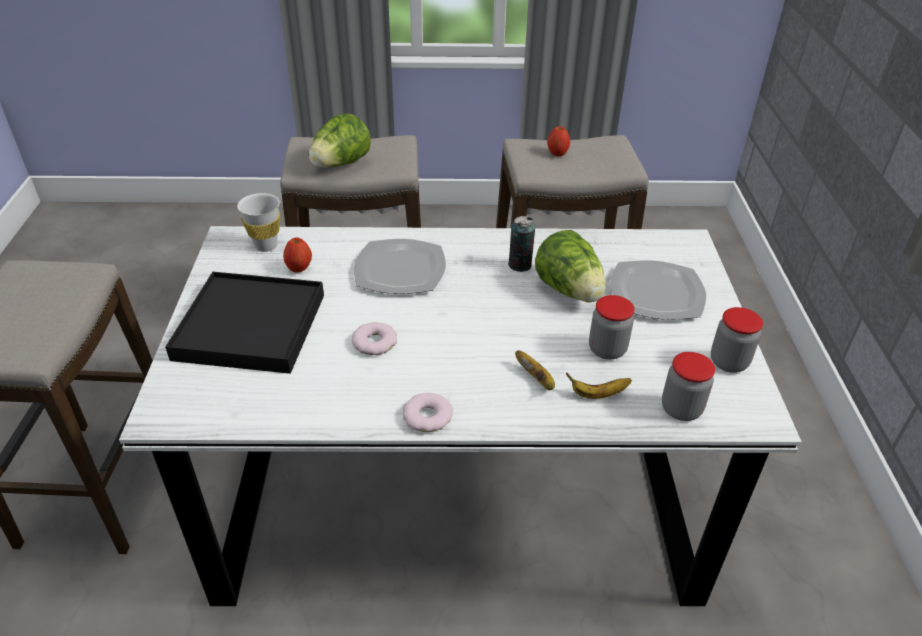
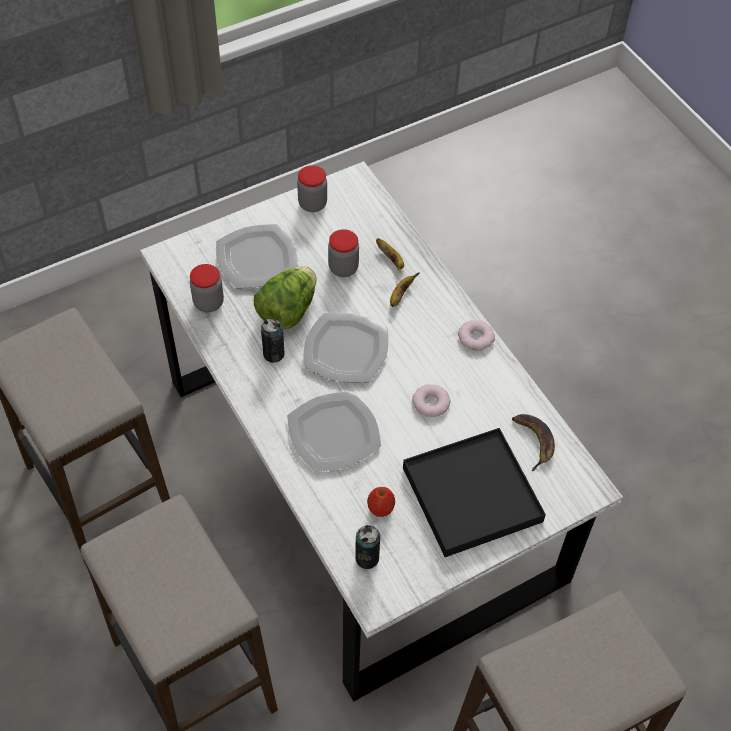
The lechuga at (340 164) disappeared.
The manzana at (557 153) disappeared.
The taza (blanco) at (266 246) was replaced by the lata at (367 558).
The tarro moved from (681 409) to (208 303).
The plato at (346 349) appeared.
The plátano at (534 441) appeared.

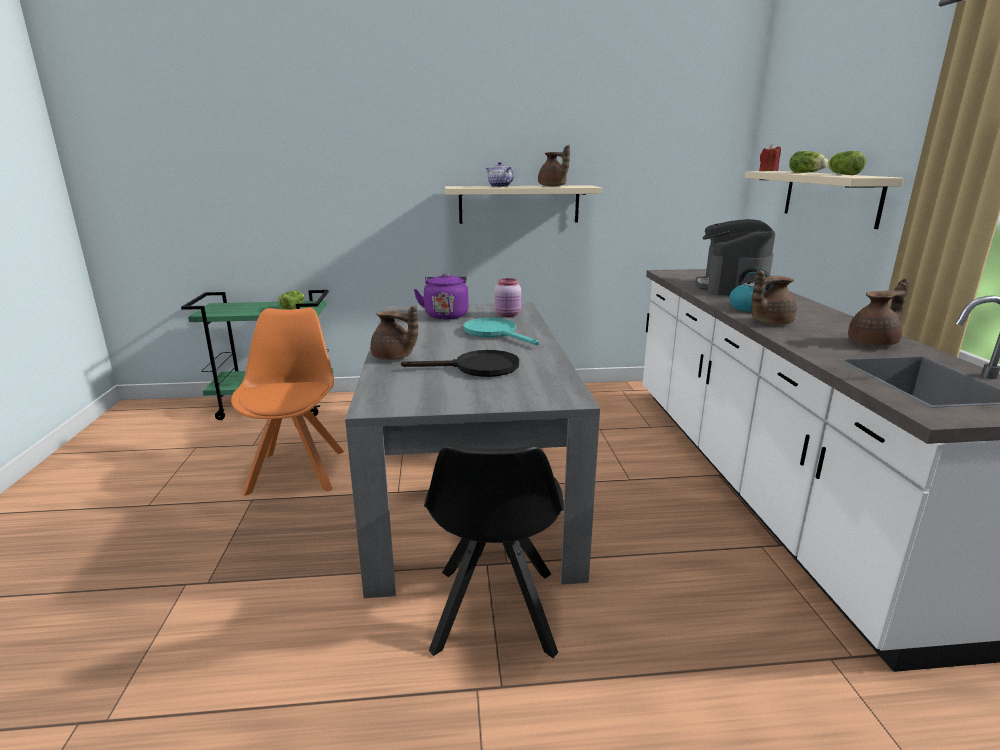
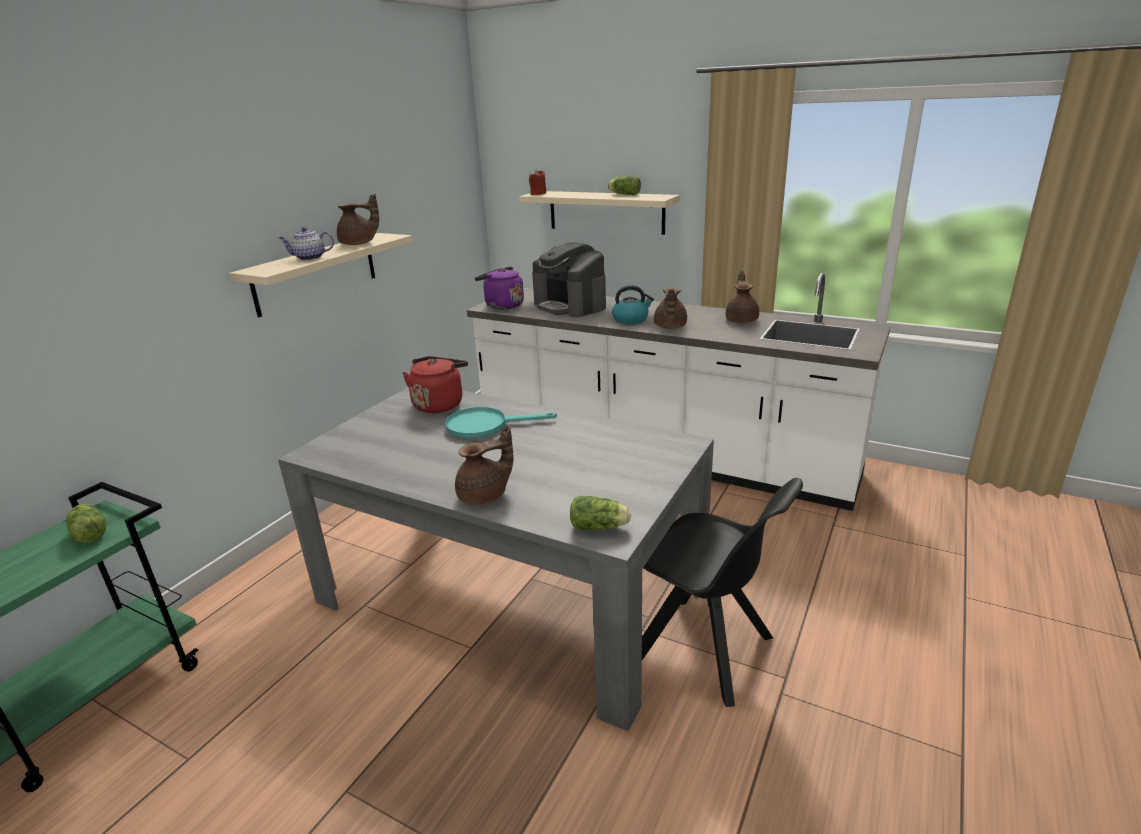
The lechuga moved from (807 172) to (600 527).
The hervidor (morado) moved from (446 315) to (502 306).
The tarro (rosa) at (508 315) was replaced by the hervidor (rojo) at (439 404).
The silla (naranja) at (297 470) disappeared.
The sartén (negro) at (477 368) disappeared.

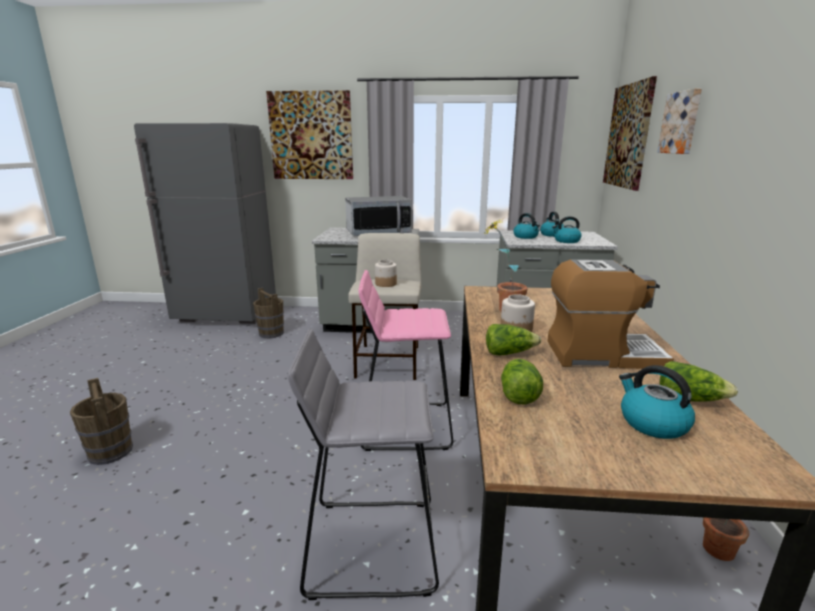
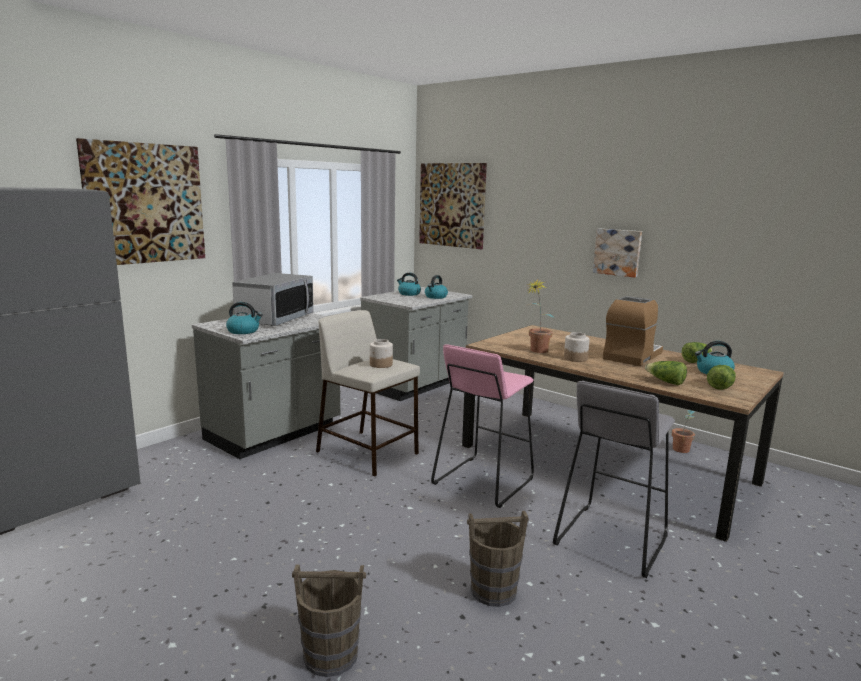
The cuadro moved from (681 123) to (617 252).
The hervidor moved from (526 237) to (244 331).
The cubo (marrón) moved from (271 333) to (493 591).
The lechuga moved from (509 353) to (720 386).

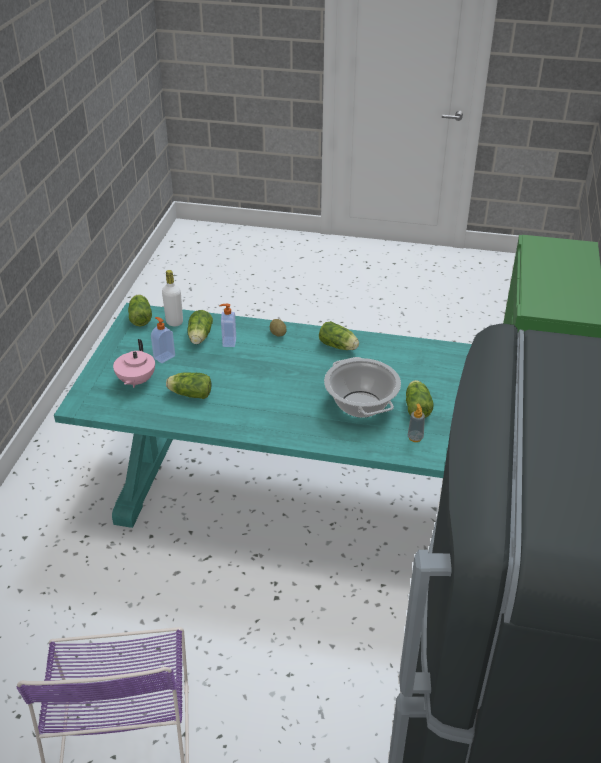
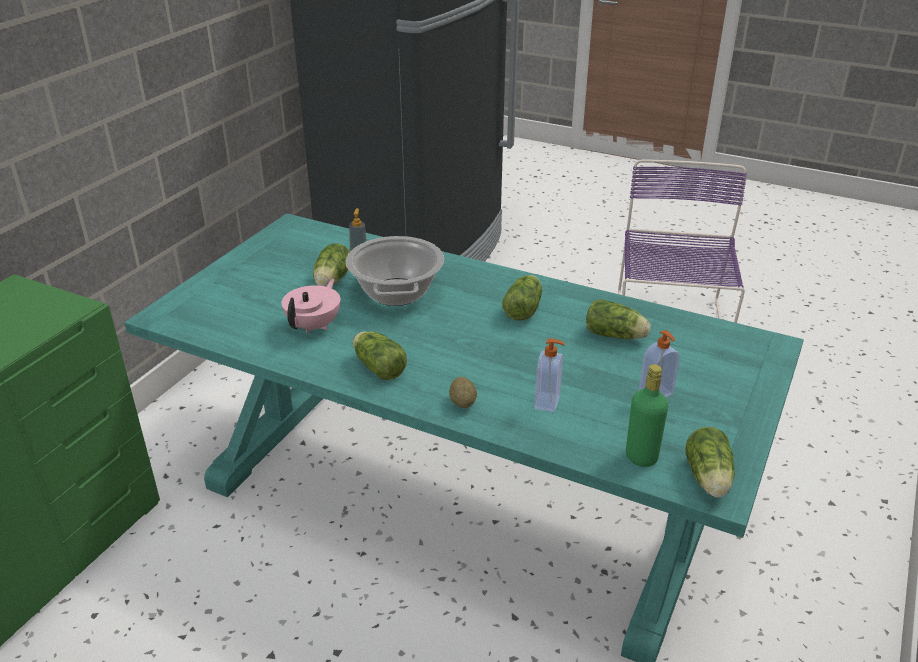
The botella (blanco) at (174 322) became the botella (verde) at (641 457).
The lechuga moved from (199 337) to (524 308).
The tetera (rosa) moved from (136 381) to (314 325).

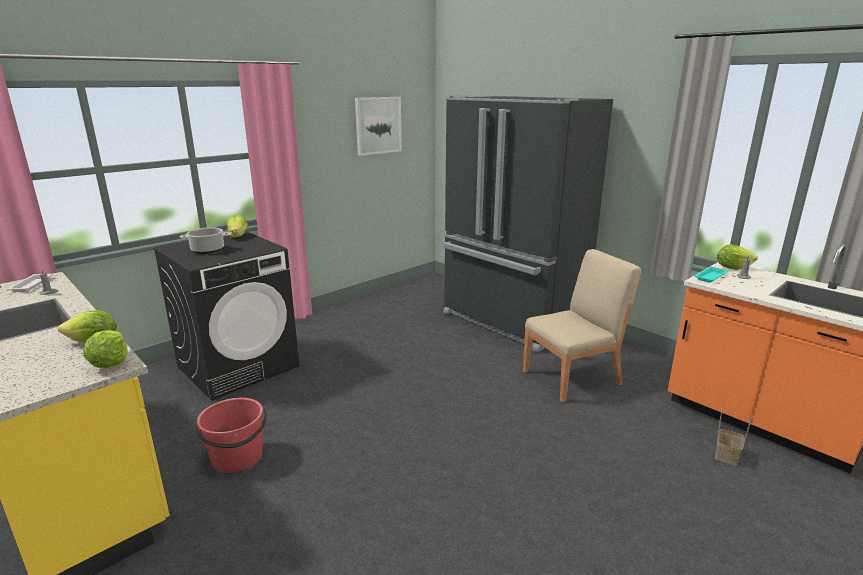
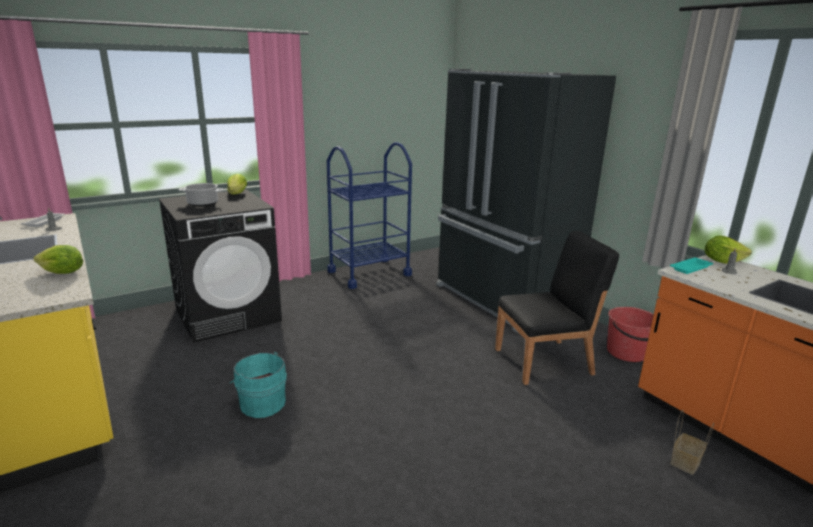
The cuadro at (378 125) disappeared.
The silla (beis) at (572 377) became the silla (negro) at (544 361).
The lechuga at (110 363) disappeared.
The cubo (rojo) moved from (237 457) to (627 352).
The carrito (azul) at (369 273) appeared.
The cubo (turquesa) at (261 403) appeared.

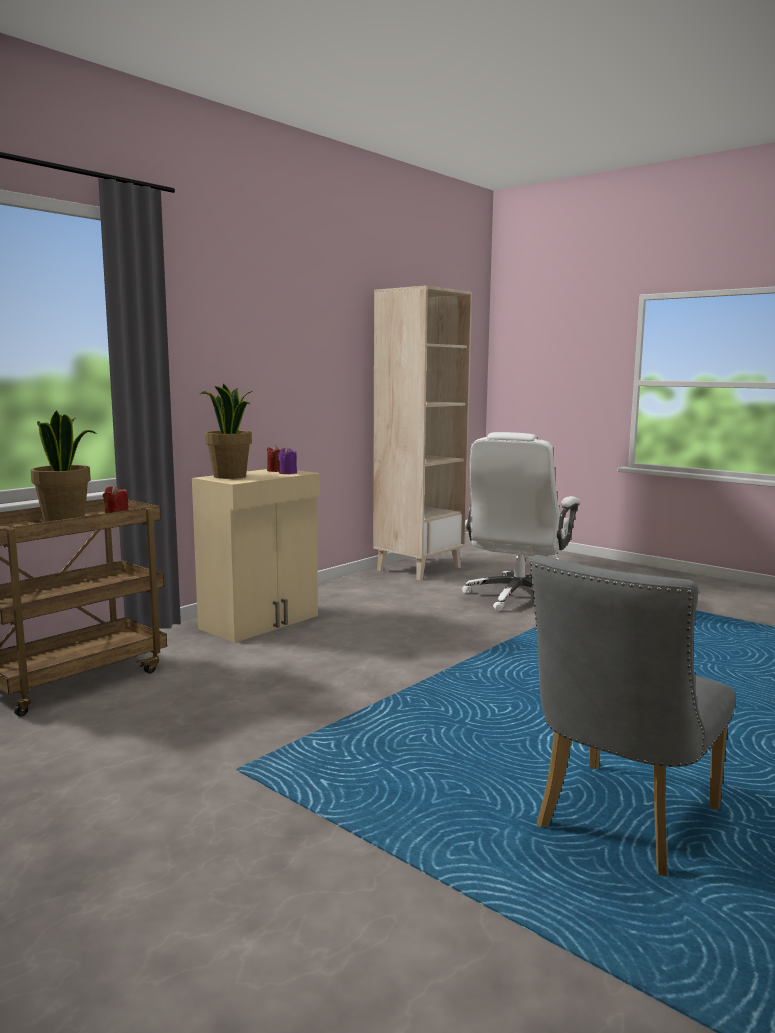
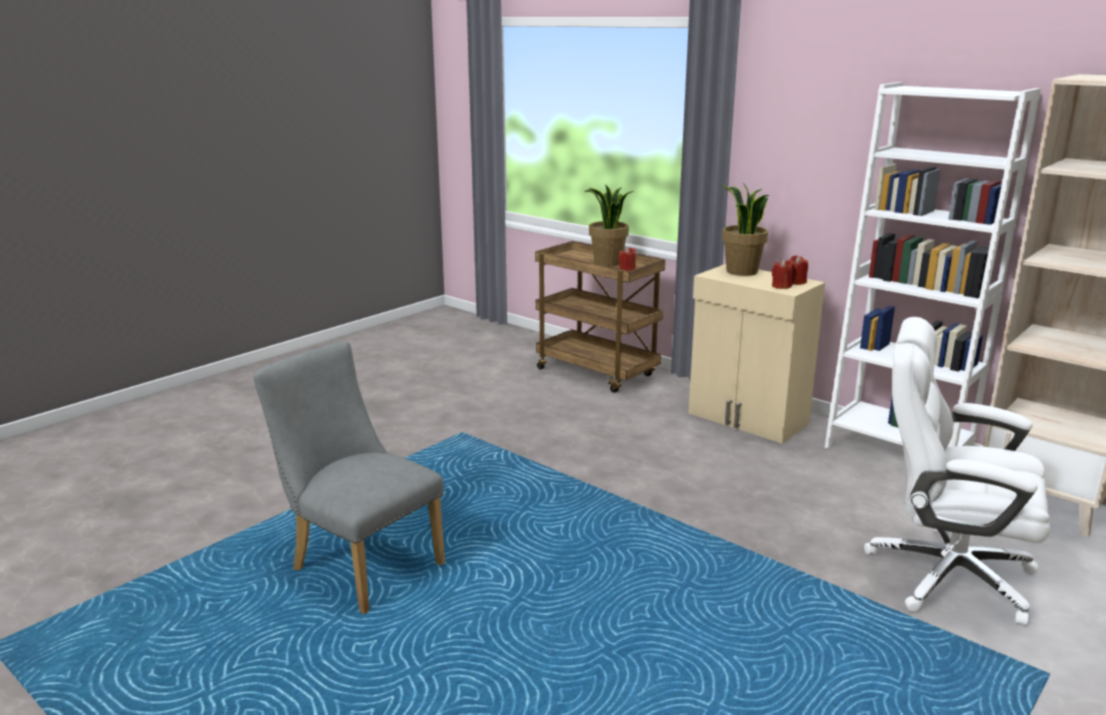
The vela (morado) at (287 473) became the vela (rojo) at (781 286).
The estantería (blanco) at (897 453) appeared.

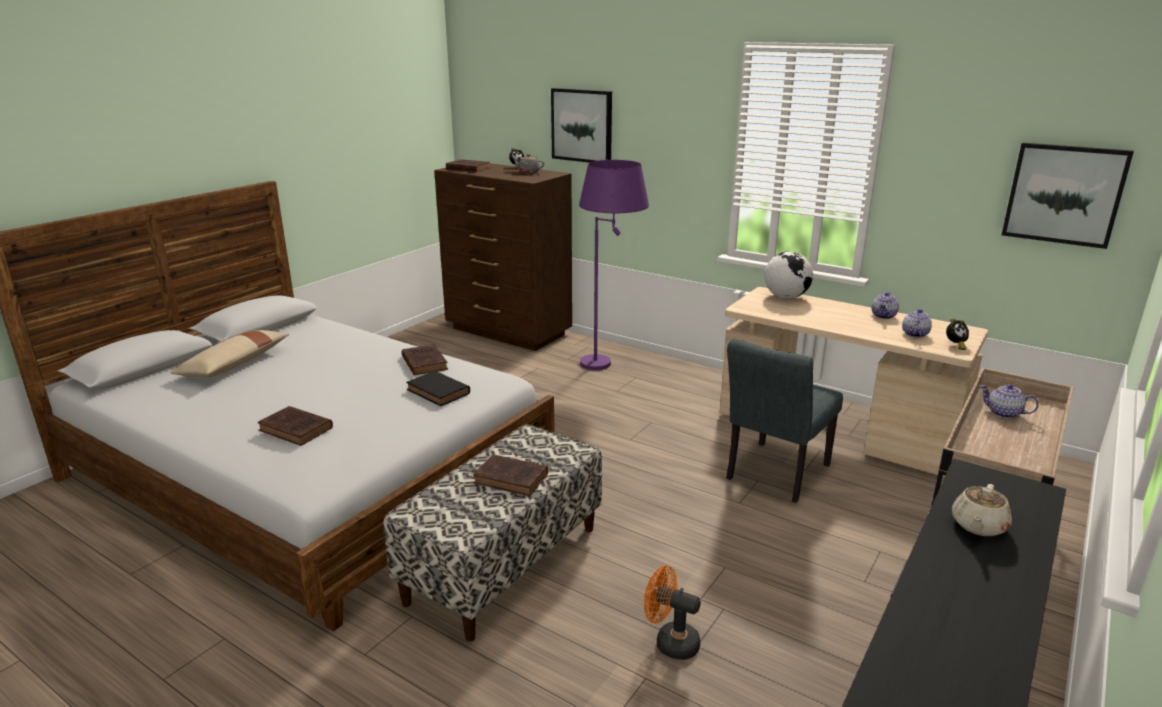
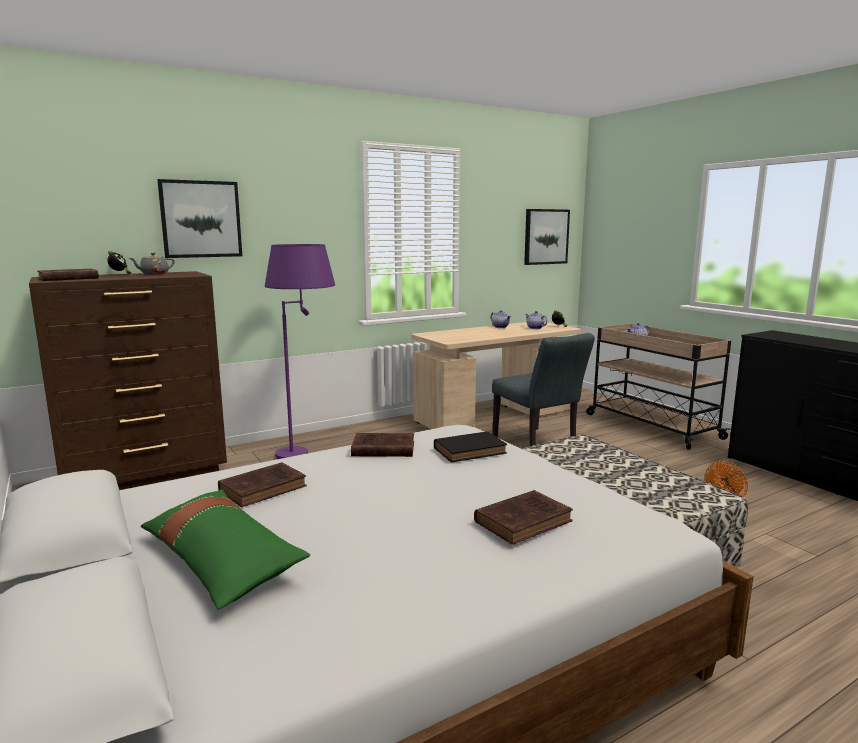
The globo terráqueo at (785 297) disappeared.
The cojín (beis) at (235 364) became the cojín (verde) at (221 561).
The libro (marrón) moved from (513 479) to (265 488).
The tetera (beis) at (978 526) disappeared.

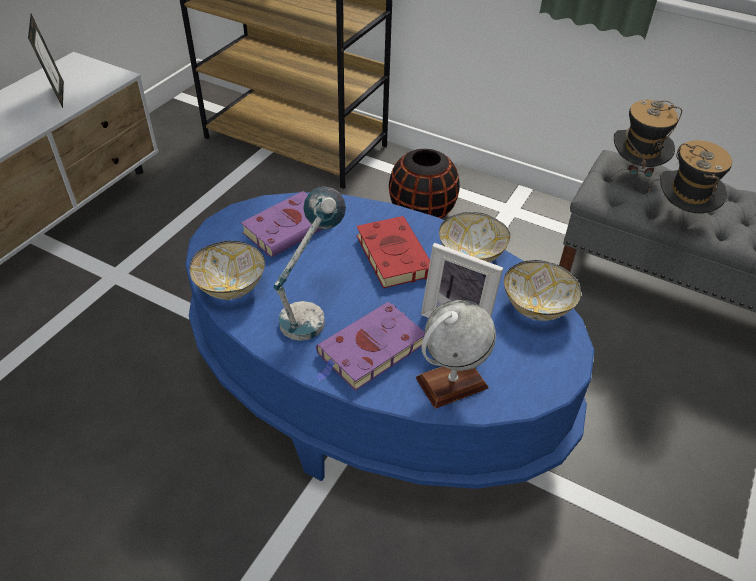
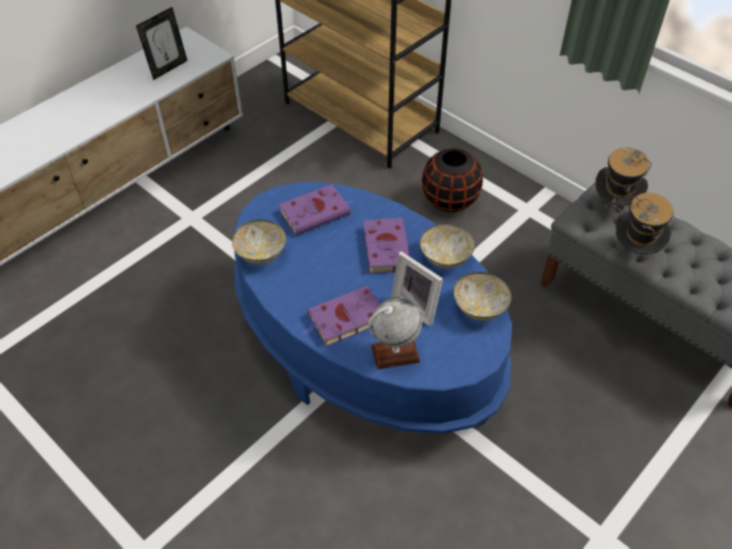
The portarretratos at (58 95) turned 45 degrees clockwise.
The lámpara de mesa at (312 310) disappeared.
The libro (rojo) at (392 254) became the libro (morado) at (385 247).

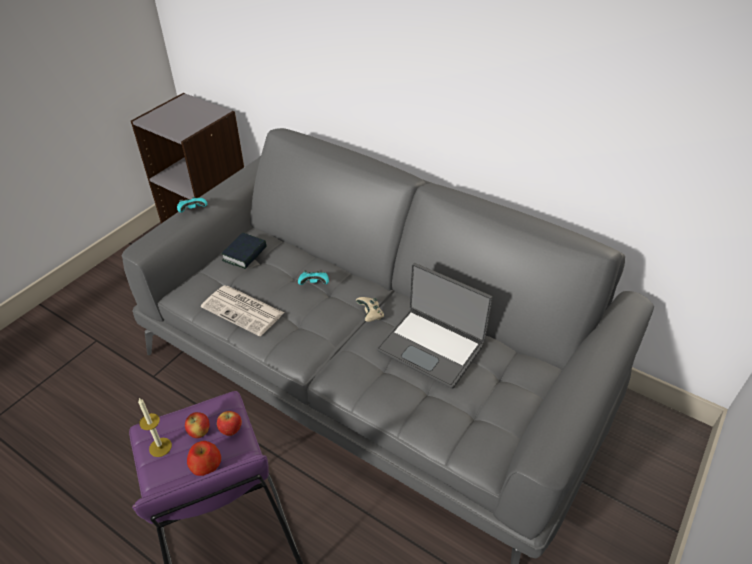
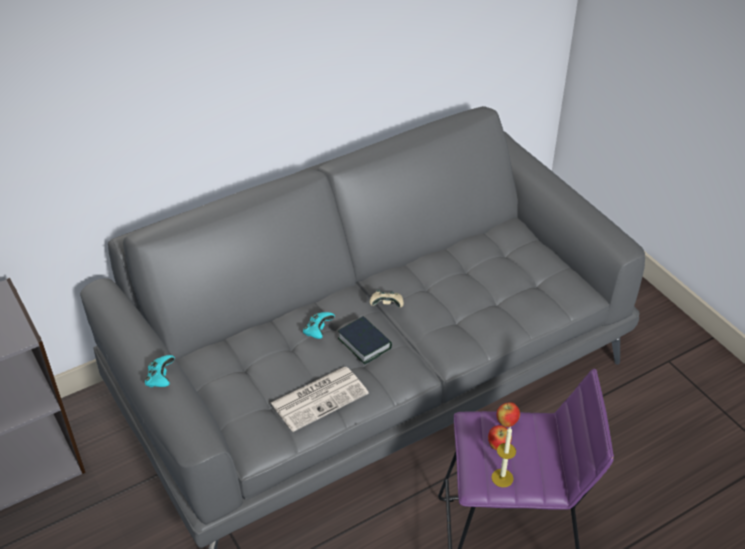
The libro moved from (245 254) to (364 343).
The portátil at (431 347) disappeared.
The manzana at (206 465) disappeared.

